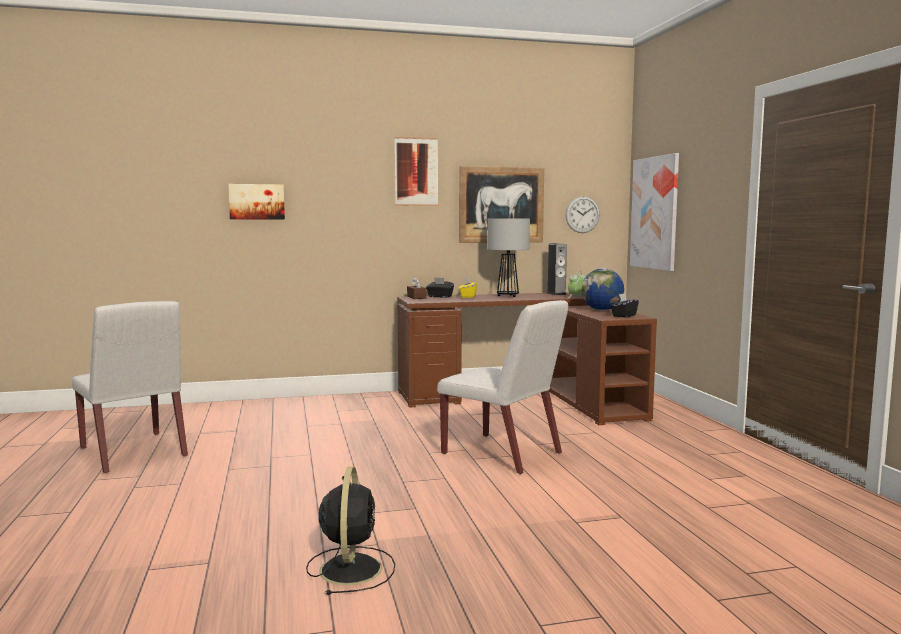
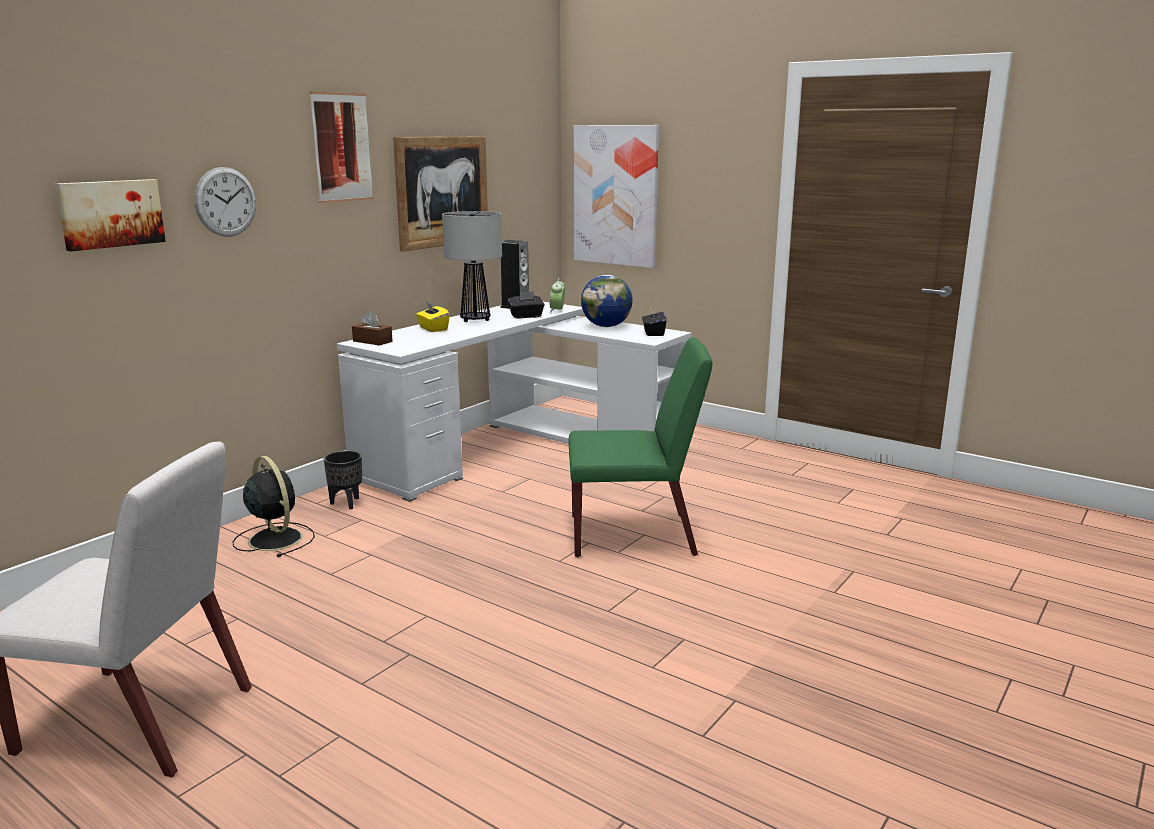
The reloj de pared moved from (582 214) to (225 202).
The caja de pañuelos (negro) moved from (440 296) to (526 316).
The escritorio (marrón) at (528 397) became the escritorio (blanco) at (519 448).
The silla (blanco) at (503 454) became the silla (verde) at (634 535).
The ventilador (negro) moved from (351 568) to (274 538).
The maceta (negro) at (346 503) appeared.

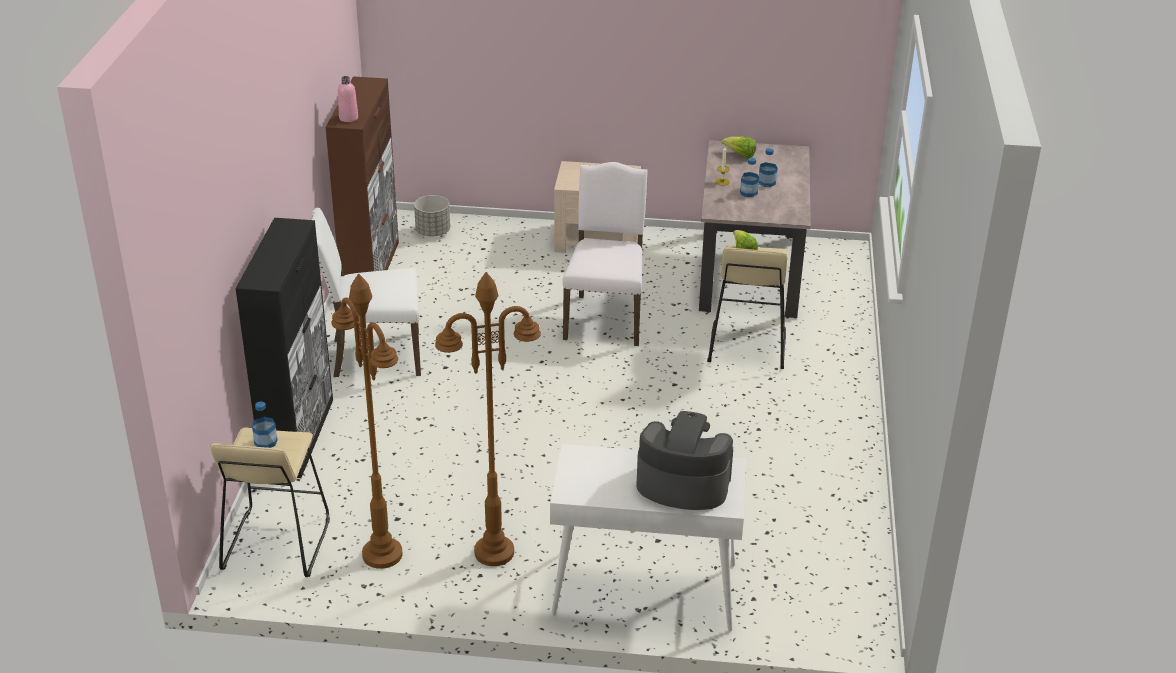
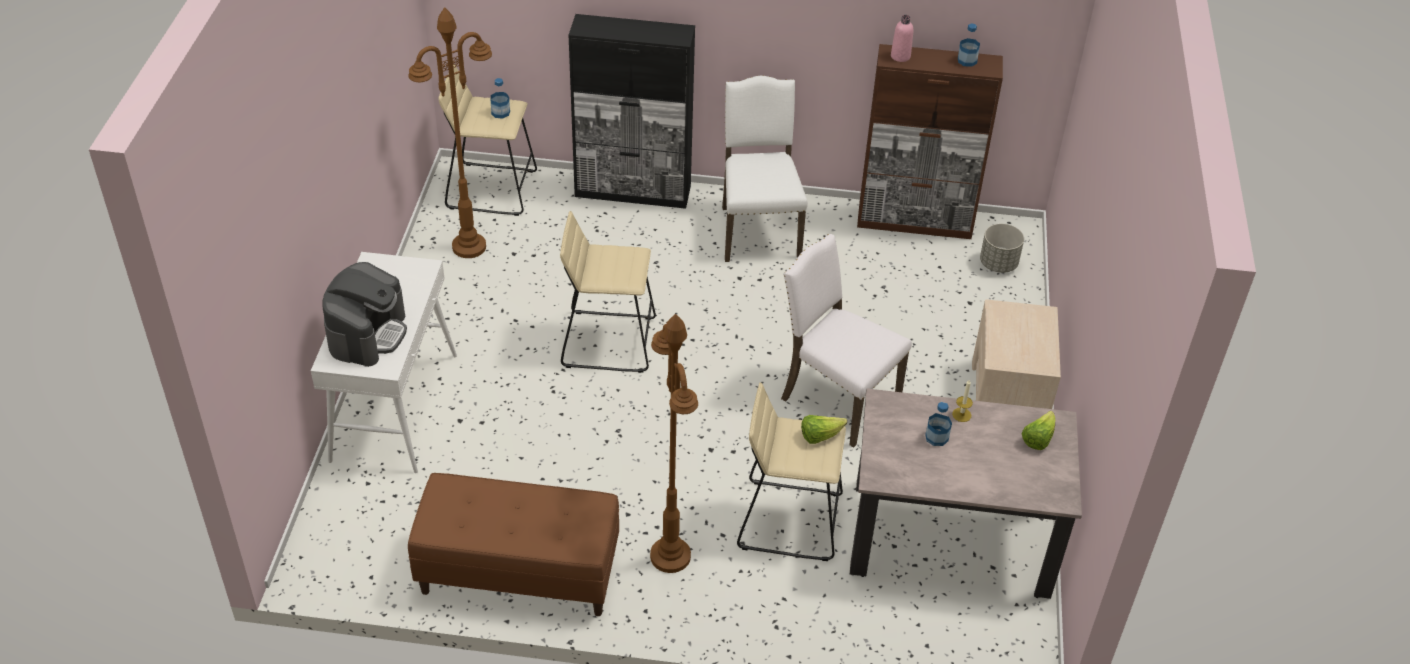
The botella moved from (766 182) to (967 61).
The silla (blanco) at (605 318) turned 150 degrees counterclockwise.
The lámpara de pie (marrón) moved from (494 552) to (670 557).
The taburete (beis) at (608 341) appeared.
The banco (marrón) at (518 573) appeared.

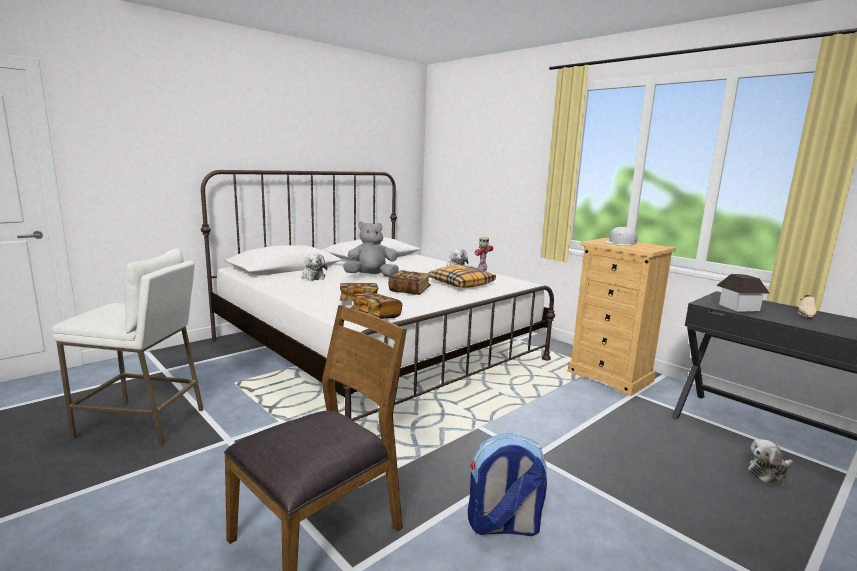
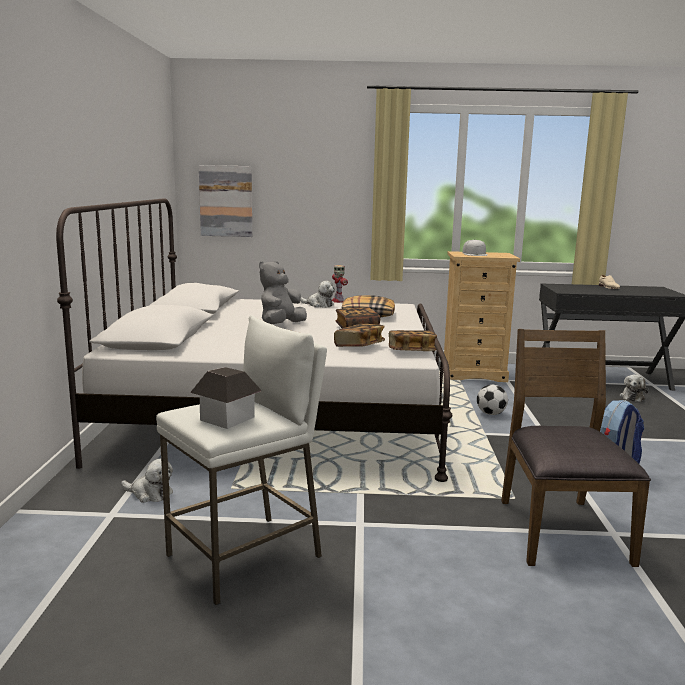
The peluche moved from (313 277) to (150 494).
The casita moved from (738 307) to (227 418).
The cuadro at (226 201) appeared.
The balón de fútbol at (491 414) appeared.

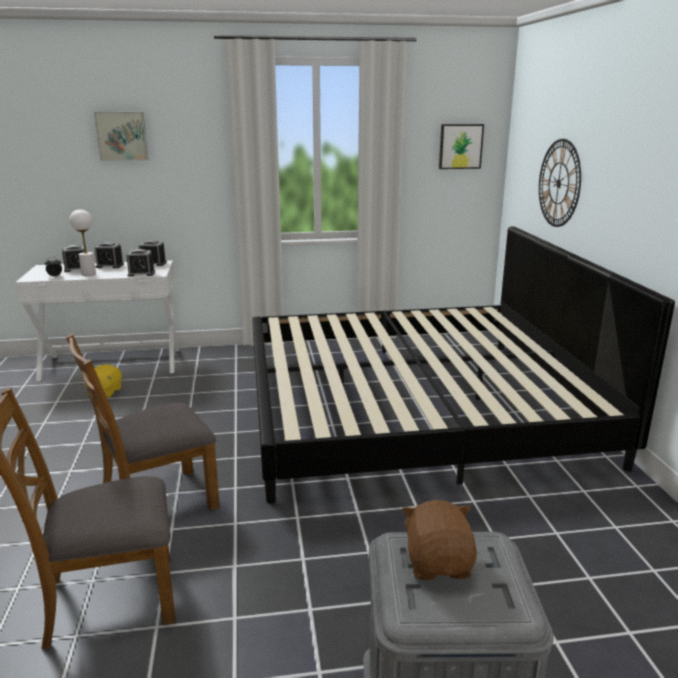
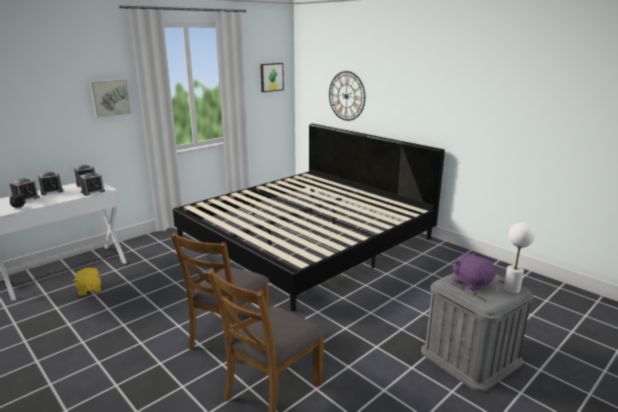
The cuadro moved from (122 136) to (110 97).
The lámpara de mesa (blanco) moved from (89 274) to (511 289).
The peluche (marrón) at (438 563) became the peluche (morado) at (471 282).

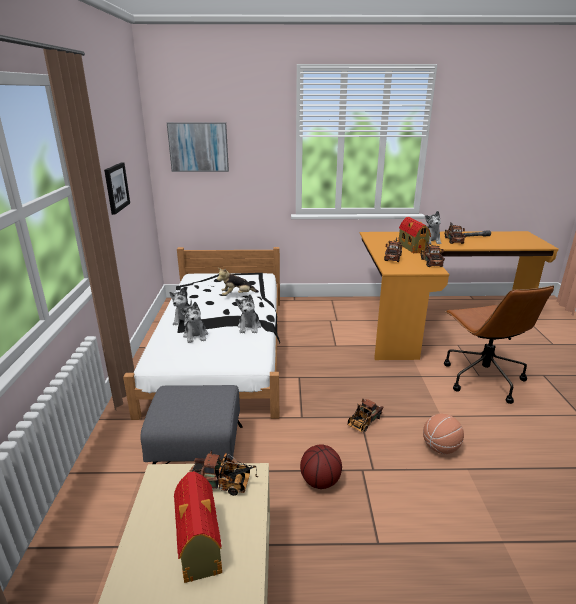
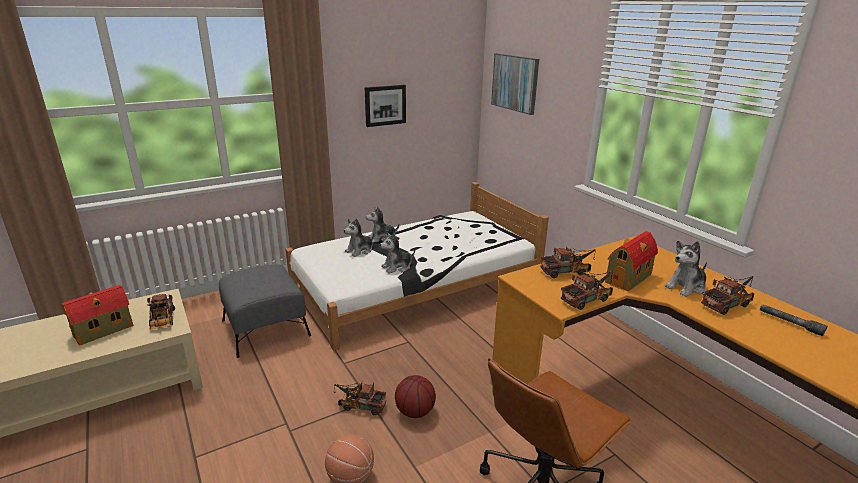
The peluche at (237 295) disappeared.
The balón de baloncesto moved from (320 481) to (415 412).

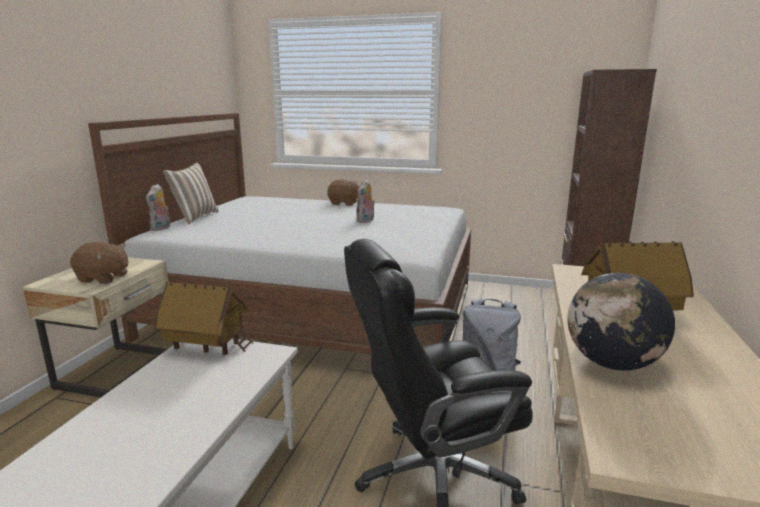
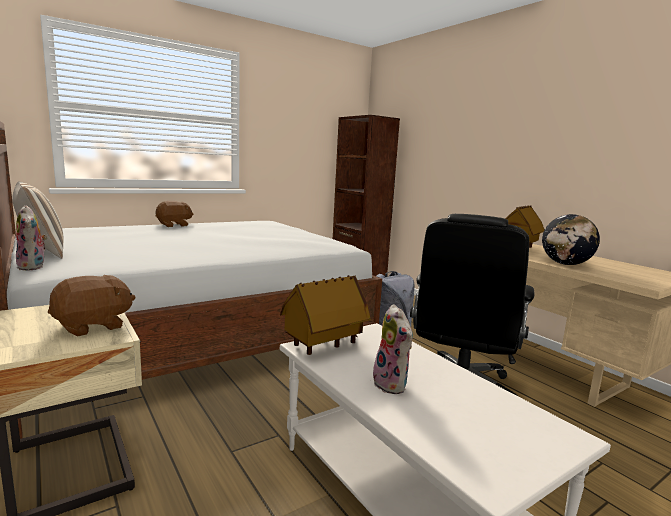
The peluche moved from (366 221) to (392 384).

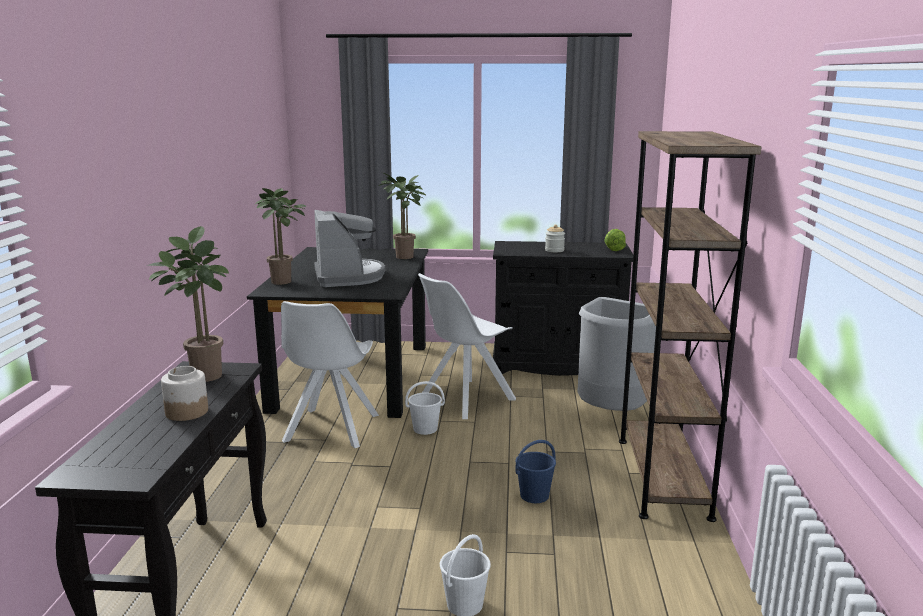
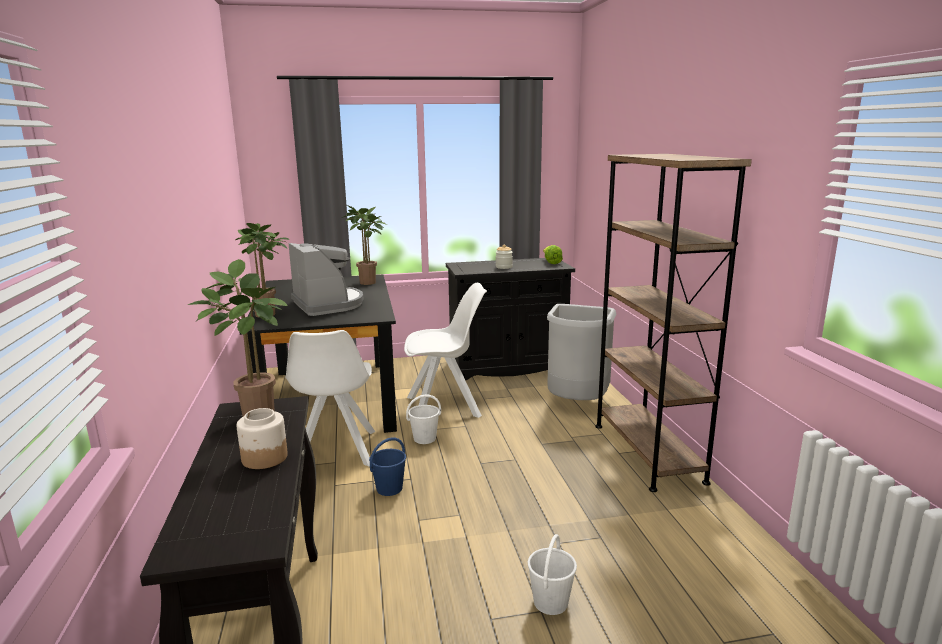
The silla (blanco) at (464 399) turned 135 degrees counterclockwise.
The cubo (azul) moved from (534 496) to (389 489).

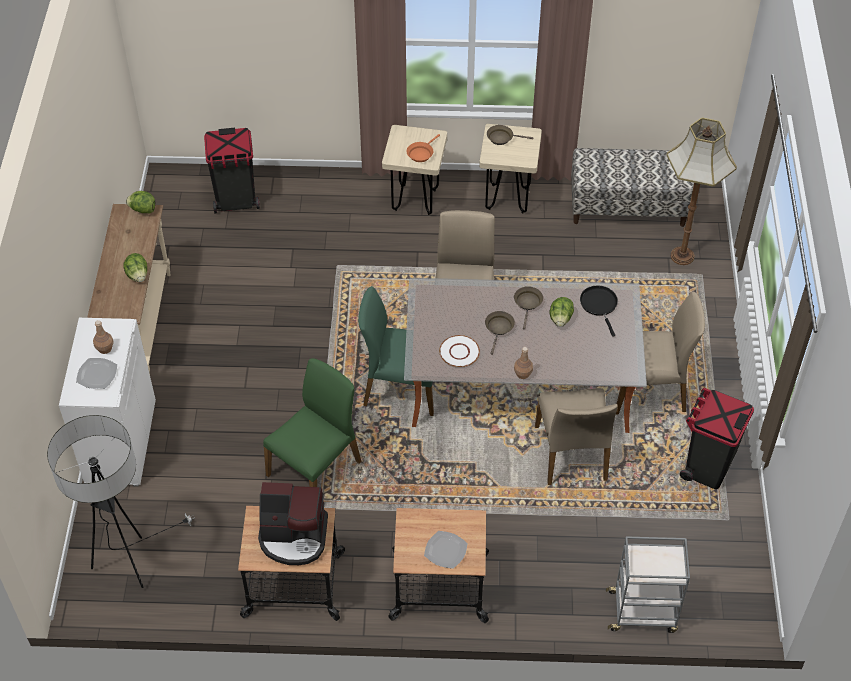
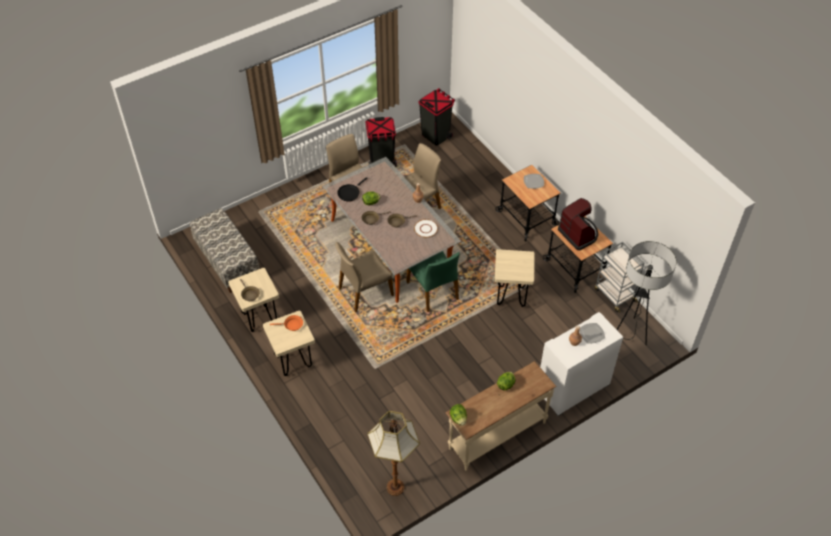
The lámpara de pie moved from (682 255) to (394 487).
The papelera (negro) moved from (236 201) to (435 135).
The silla (verde) at (315 468) was replaced by the taburete (beis) at (511 296).
The carrito (gris) moved from (643 611) to (614 295).

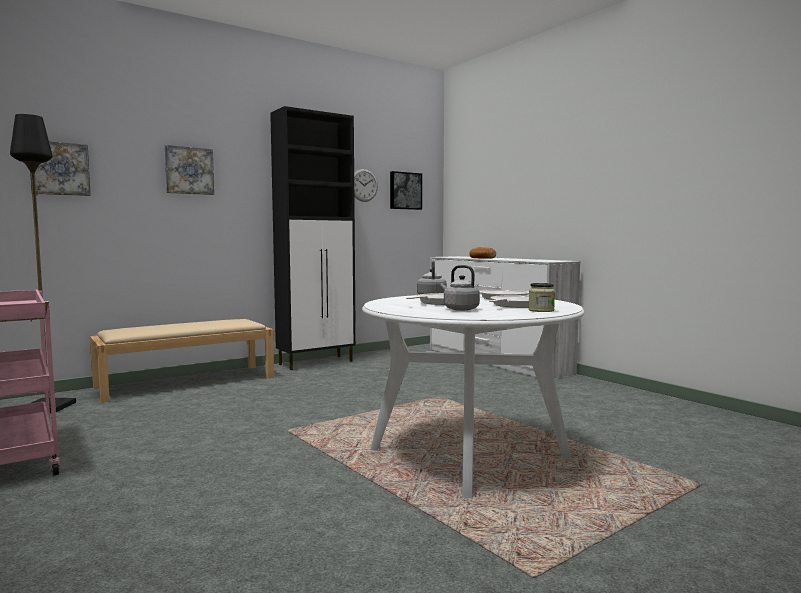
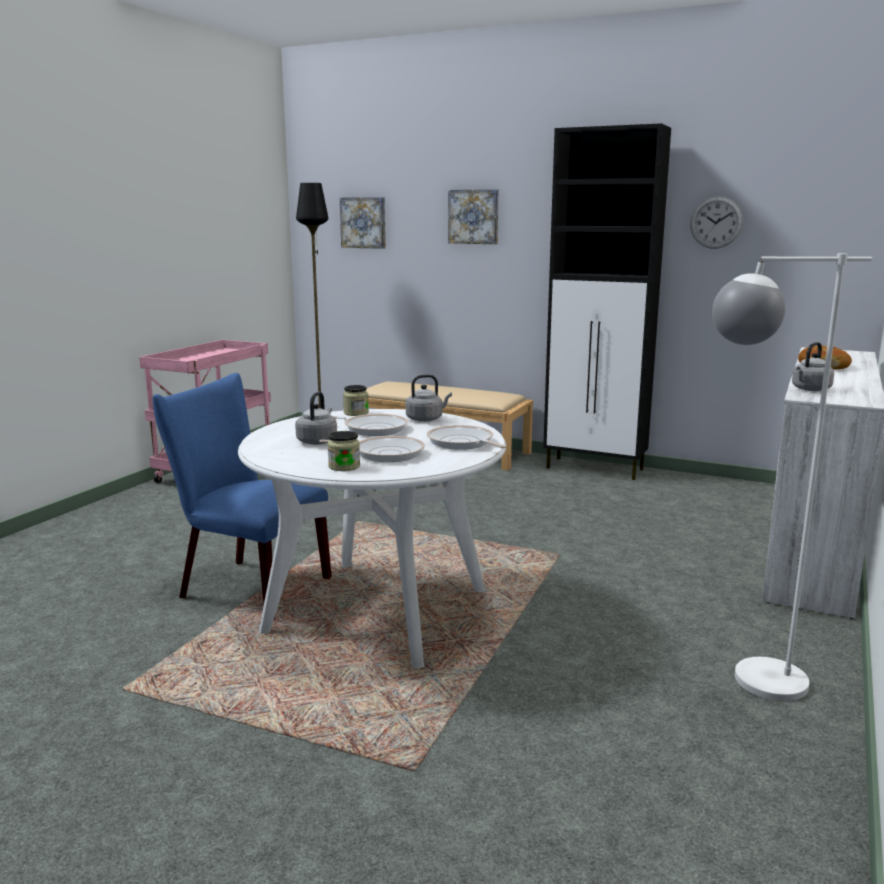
The cuadro at (405 191) disappeared.
The lámpara de pie (blanco) at (745 681) appeared.
The hervidor (gris) at (810 389) appeared.
The silla (azul) at (246 587) appeared.
The tarro at (356 413) appeared.

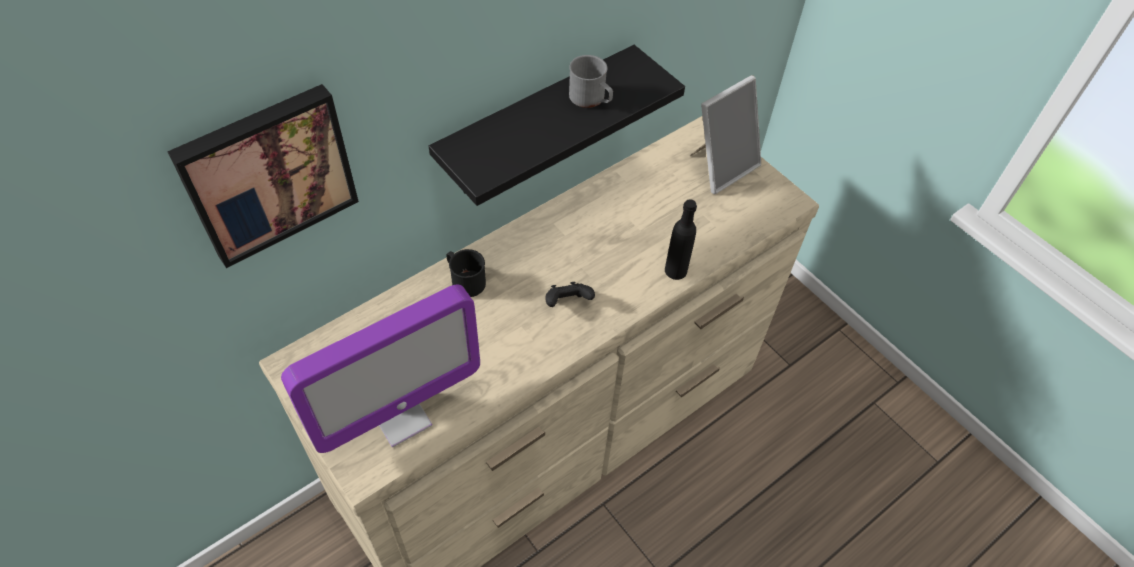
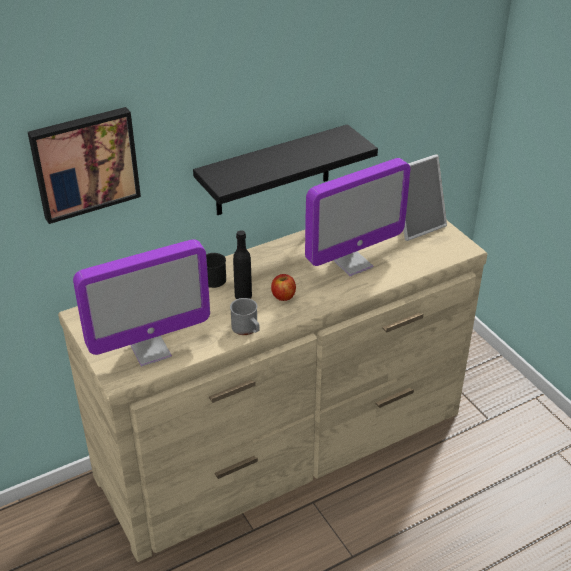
The taza grande (gris) moved from (591 99) to (247 329).
The botella (negro) moved from (675 270) to (243 295).
The mando de consola (negro) at (567 303) was replaced by the manzana at (283 296).
The monitor at (352 263) appeared.

